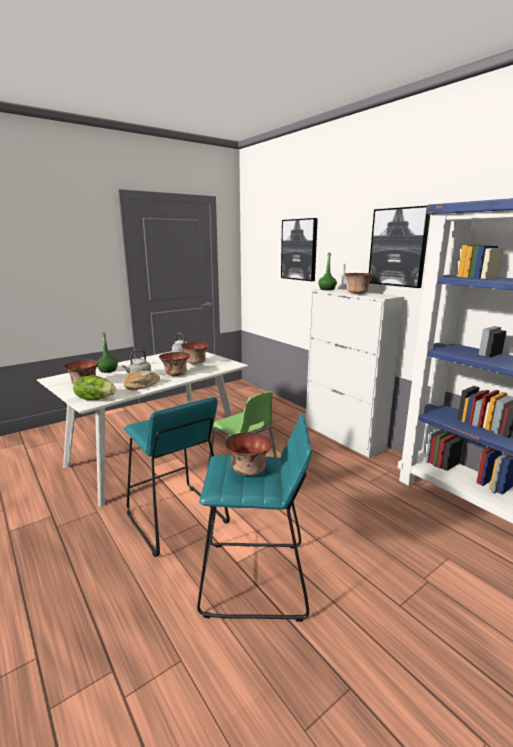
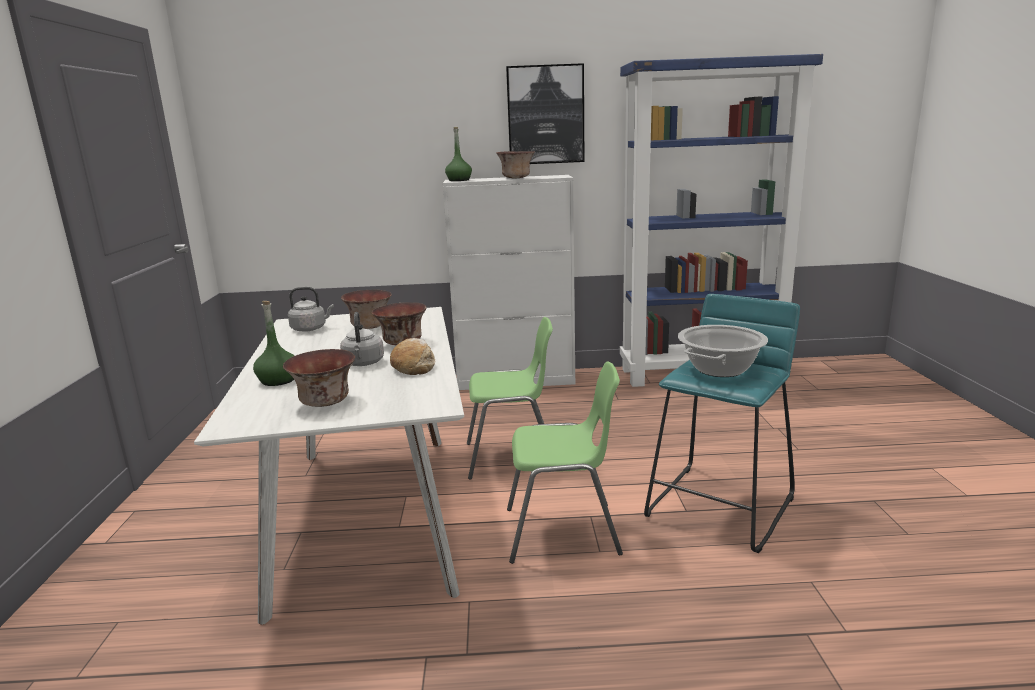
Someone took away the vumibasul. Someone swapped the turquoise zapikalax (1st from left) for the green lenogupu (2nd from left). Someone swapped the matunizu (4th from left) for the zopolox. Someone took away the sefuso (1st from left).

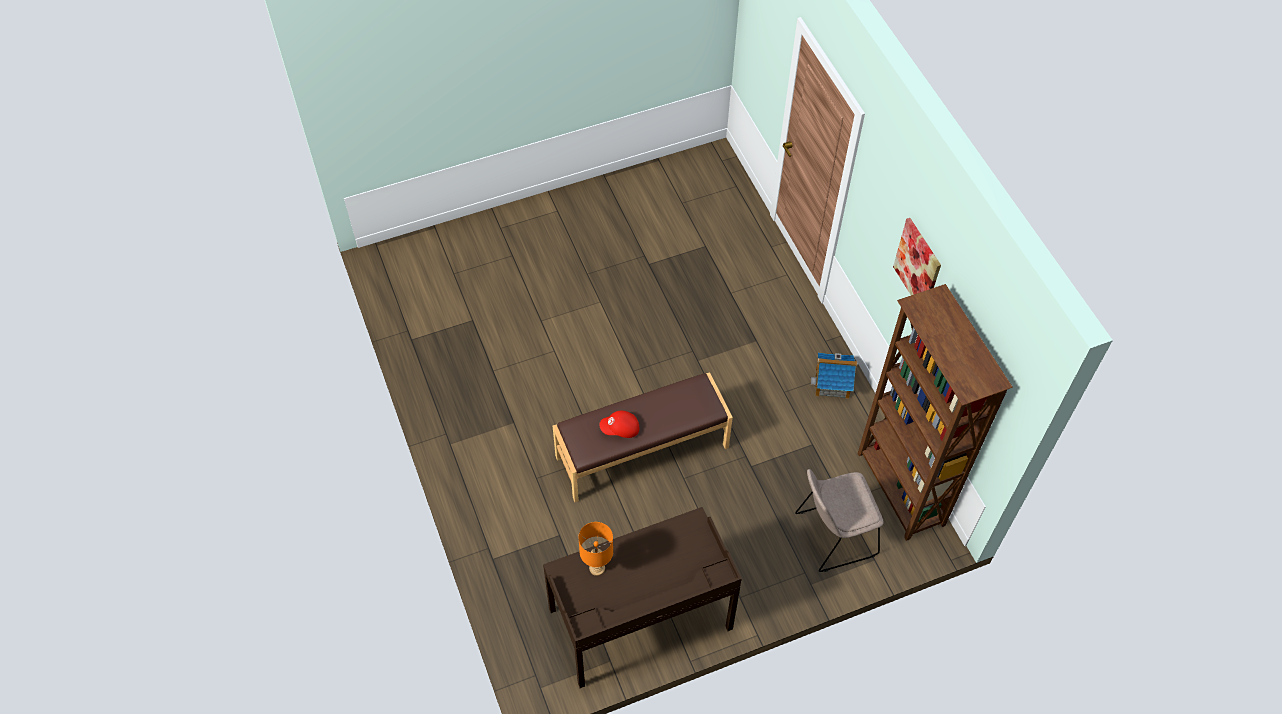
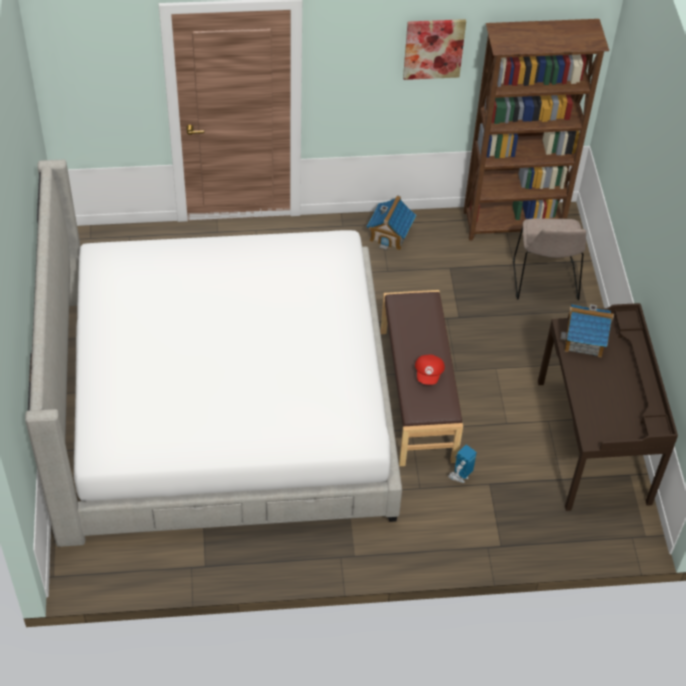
Someone took away the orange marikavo. Someone put down the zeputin. Someone put down the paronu. Someone put down the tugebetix (2nd from left).

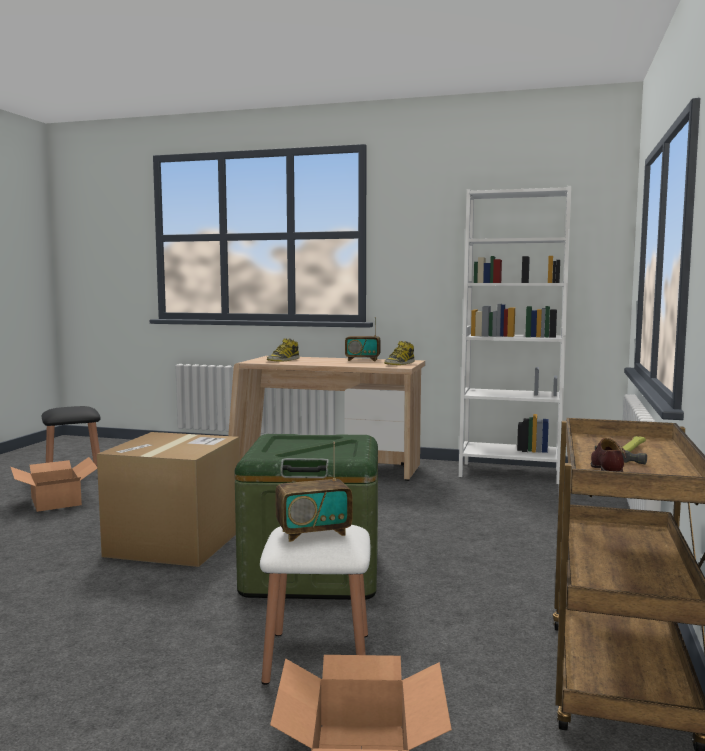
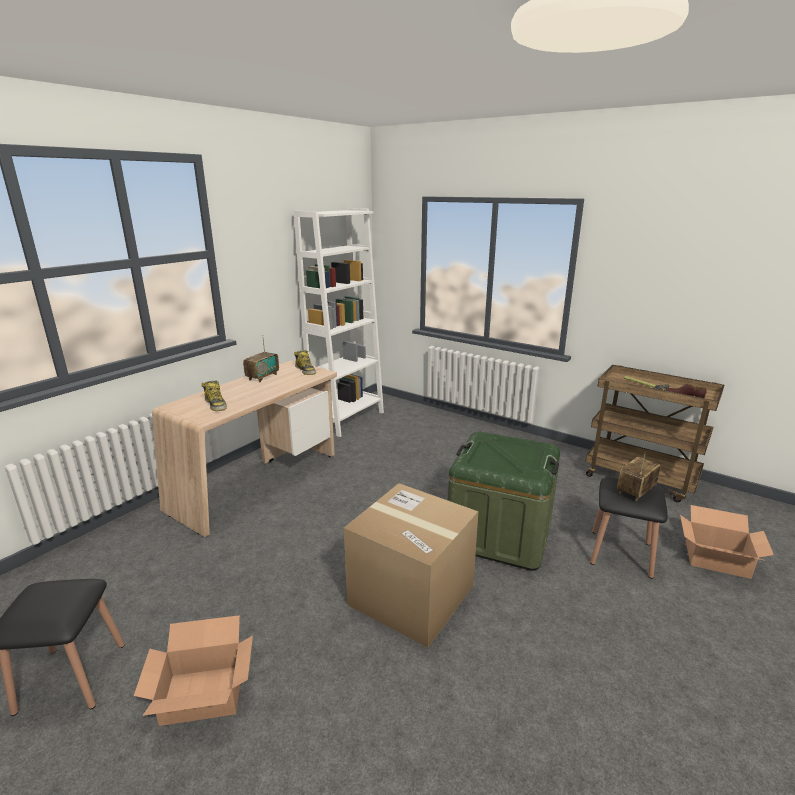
Someone repainted the white zapikalax, which became the black zapikalax (2nd from left). Someone rotated the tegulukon (1st from left in the first image) by 135 degrees counterclockwise.

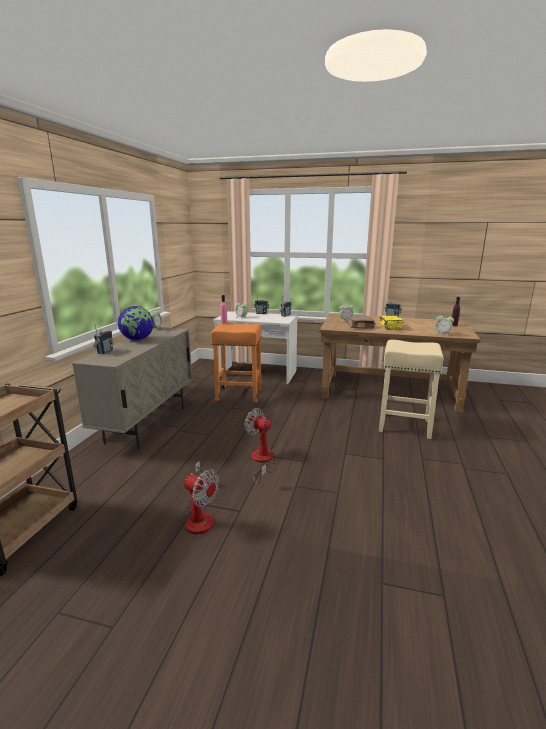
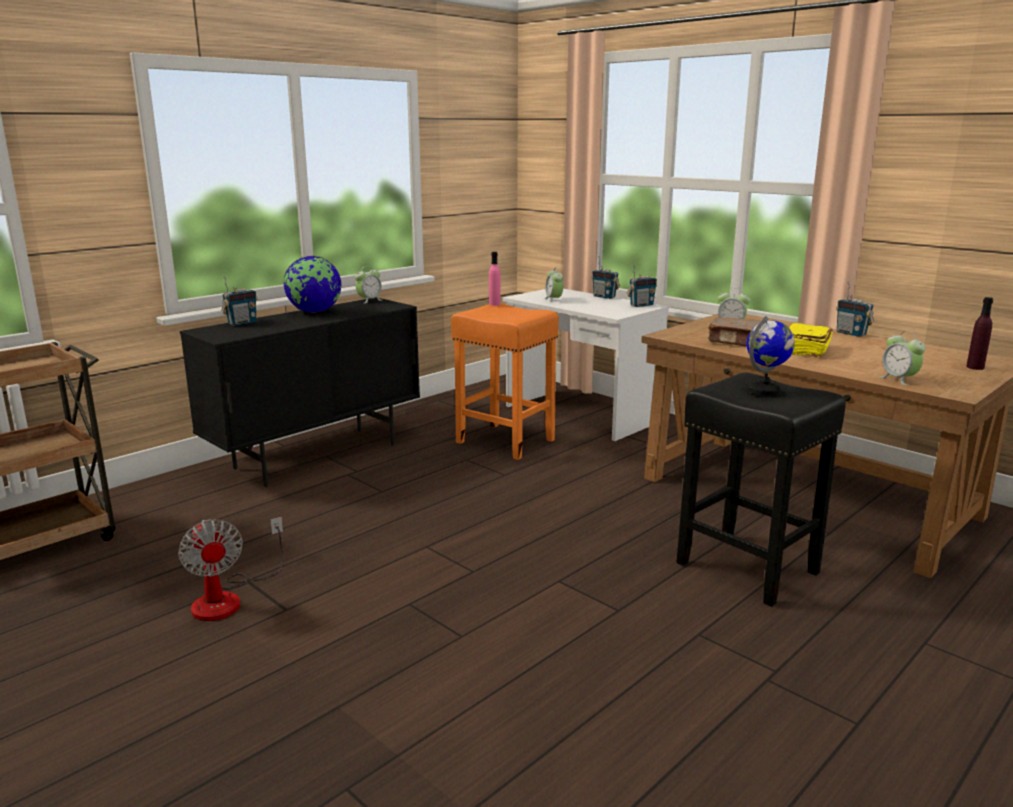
Someone repainted the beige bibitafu, which became the black bibitafu. Someone took away the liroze (2nd from left). Someone repainted the beige zapikalax, which became the black zapikalax. Someone put down the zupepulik (2nd from left).

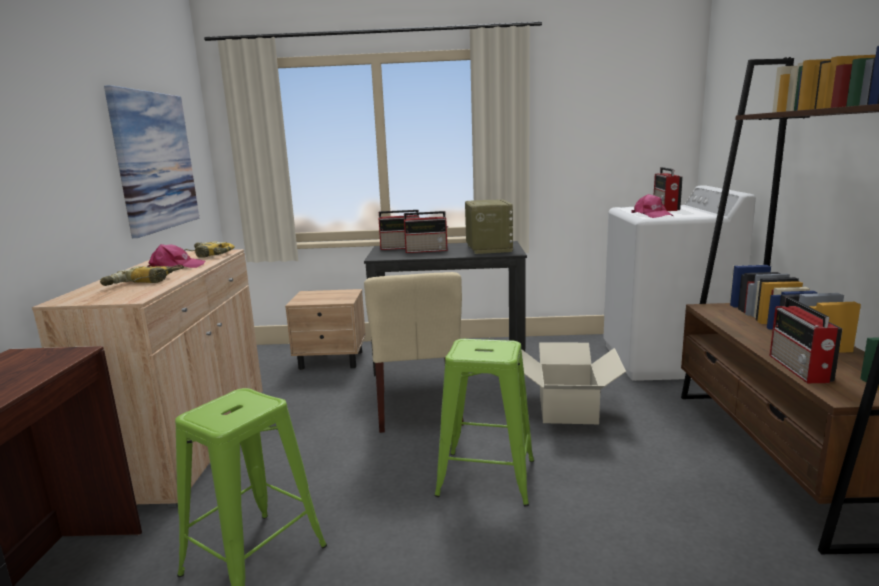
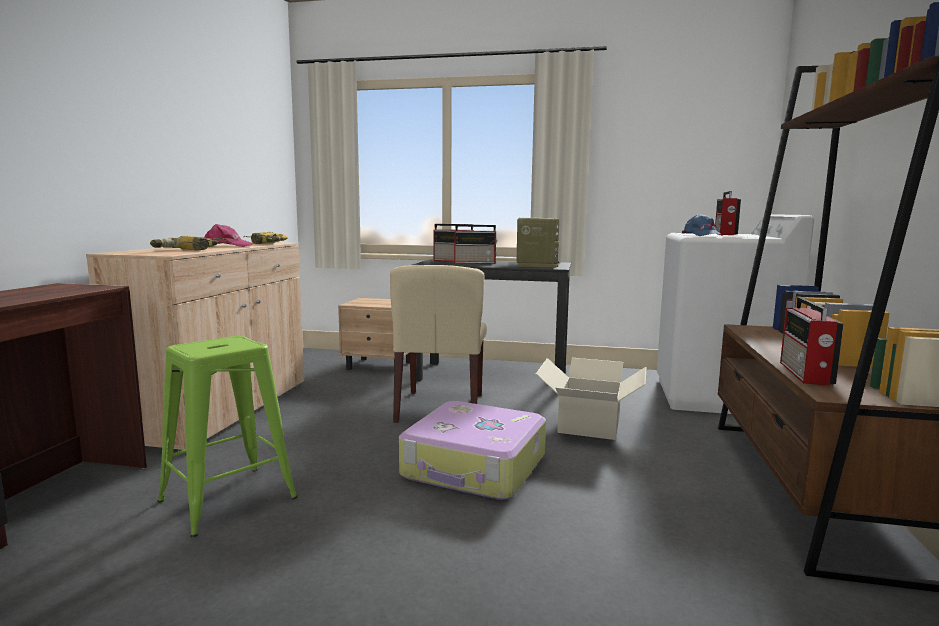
Someone took away the sefuso. Someone swapped the green zapikalax (2nd from left) for the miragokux. Someone repainted the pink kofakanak (2nd from left), which became the blue kofakanak.

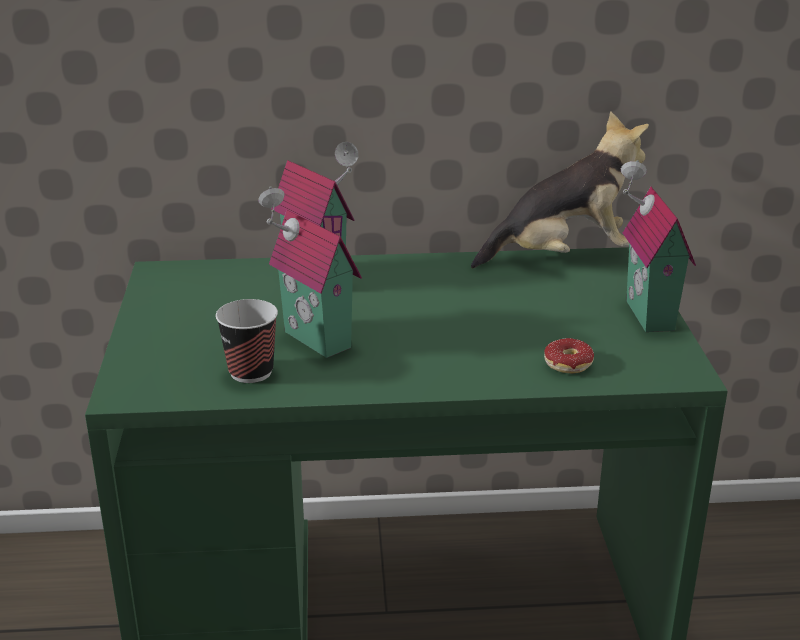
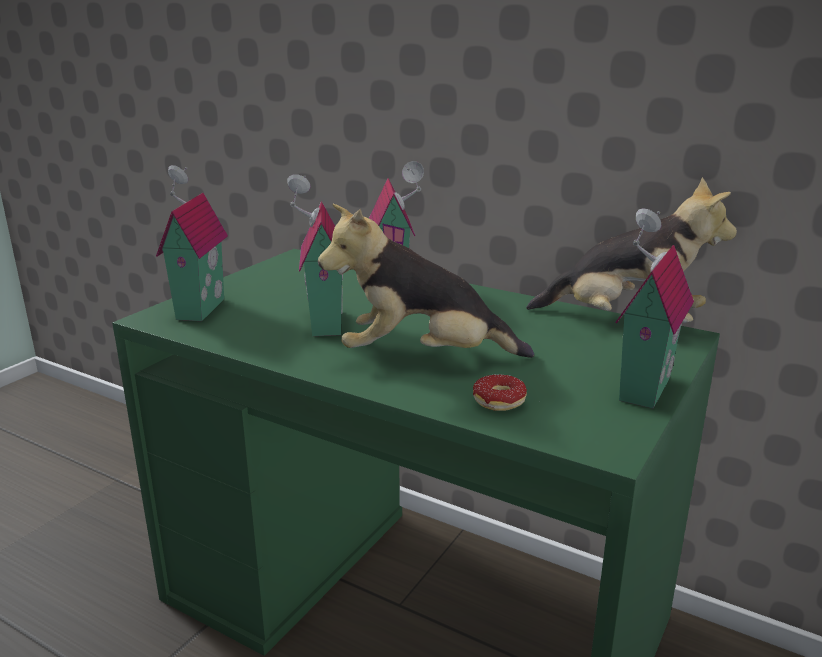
Someone took away the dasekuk. Someone put down the tugebetix (1st from left). Someone put down the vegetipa (1st from left).

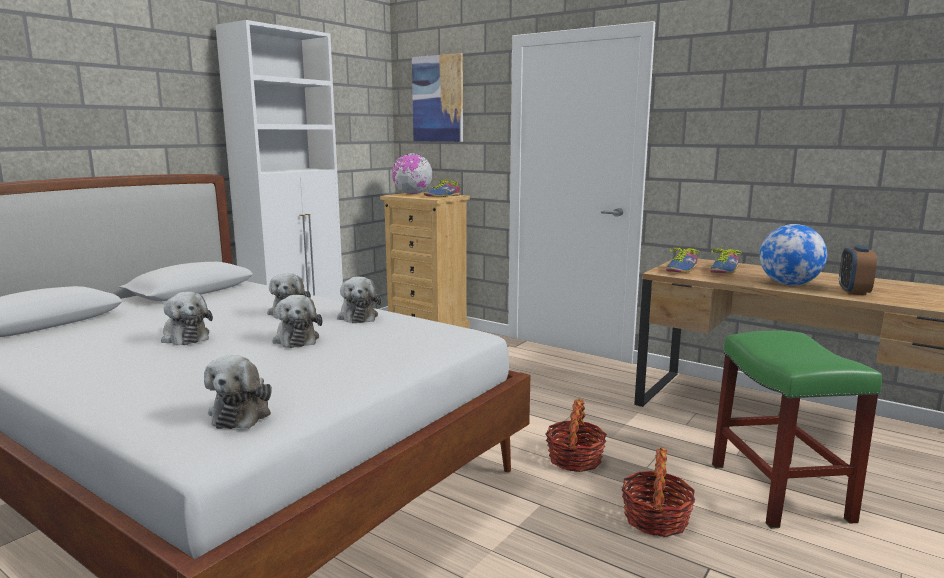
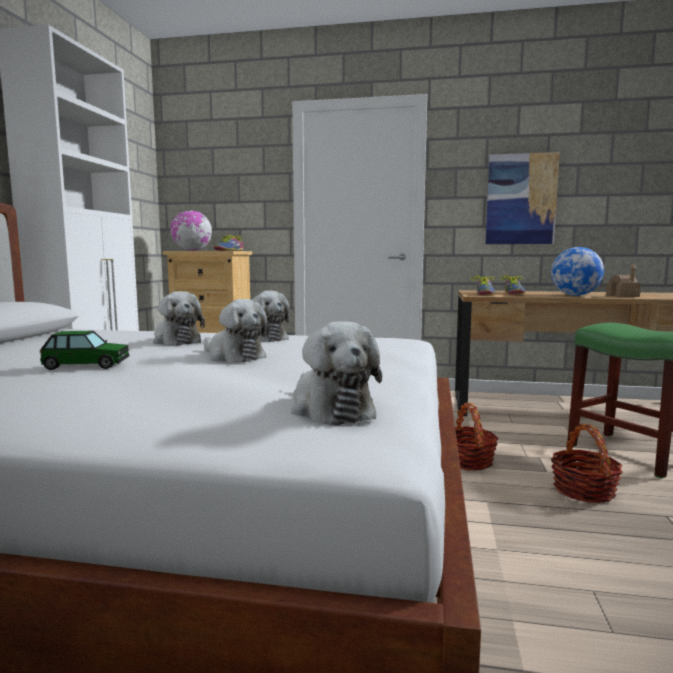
Someone swapped the vegetipa (1st from left) for the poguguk. Someone carried the sefuso. Someone swapped the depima for the tugebetix.

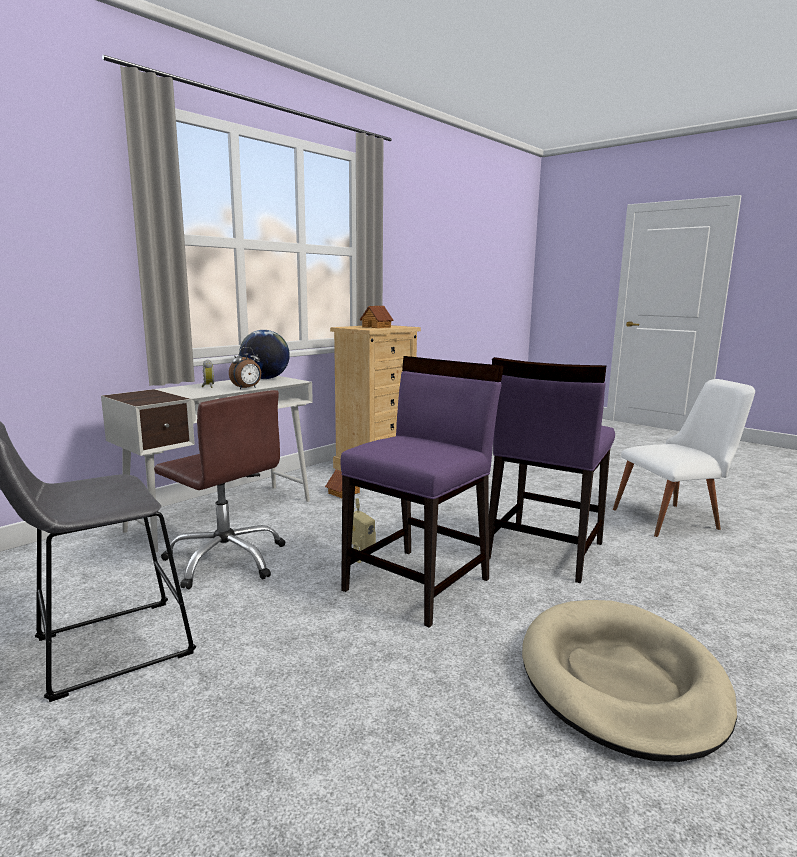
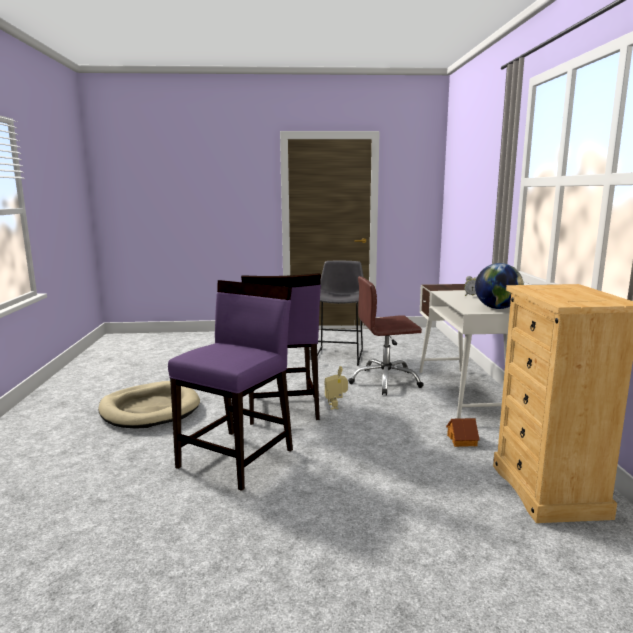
Someone took away the depima (2nd from left). Someone took away the tugebetix (2nd from left). Someone rotated the purple lenogupu (2nd from left in the first image) by 45 degrees clockwise. Someone took away the white lenogupu.

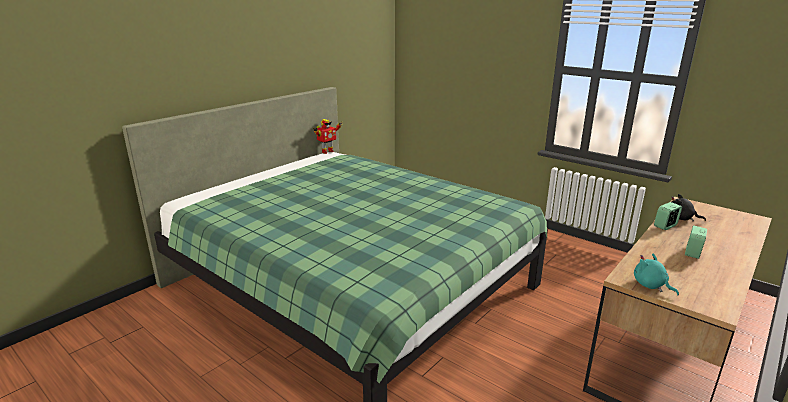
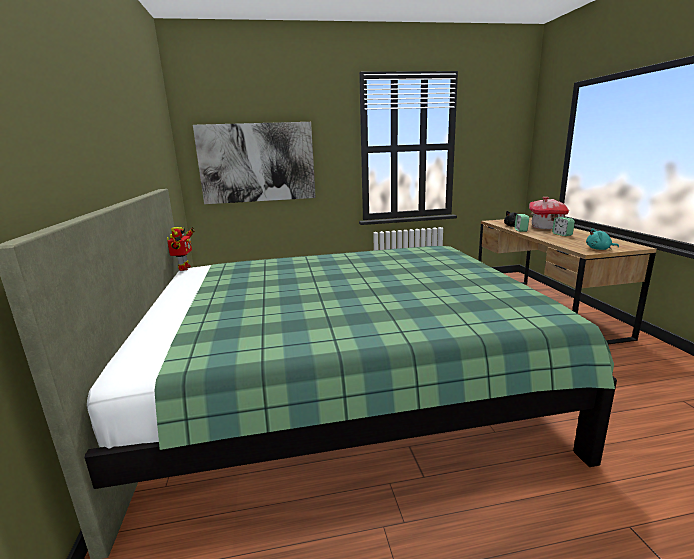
Someone put up the sefuso. Someone put down the tugebetix.

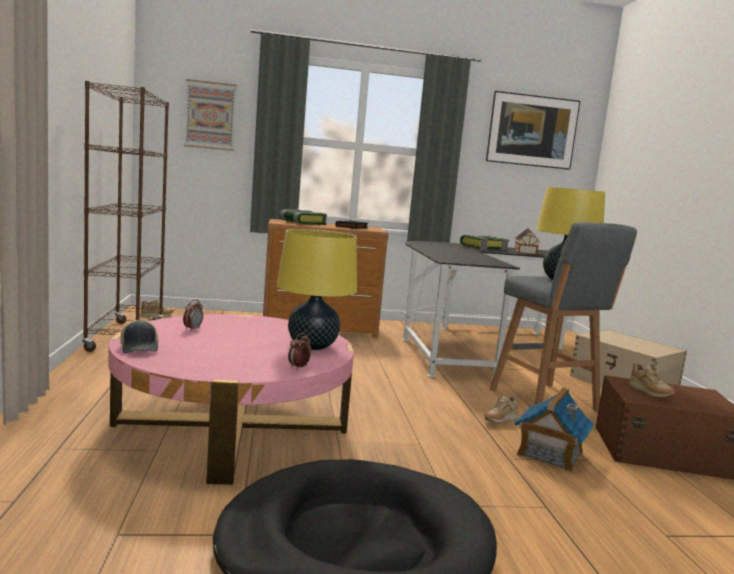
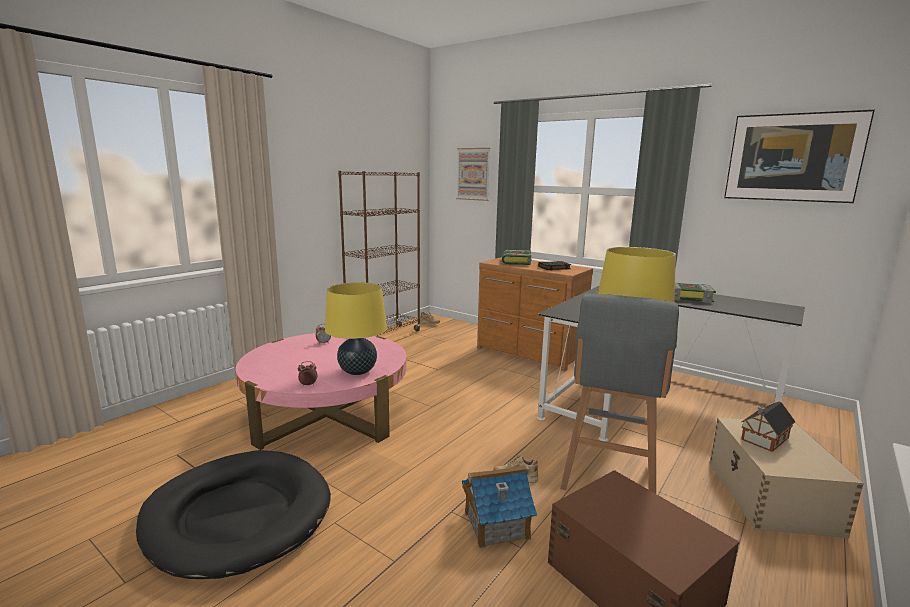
Someone took away the kofakanak. Someone carried the tugebetix (1st from left in the first image). Someone took away the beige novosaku (3rd from left).

